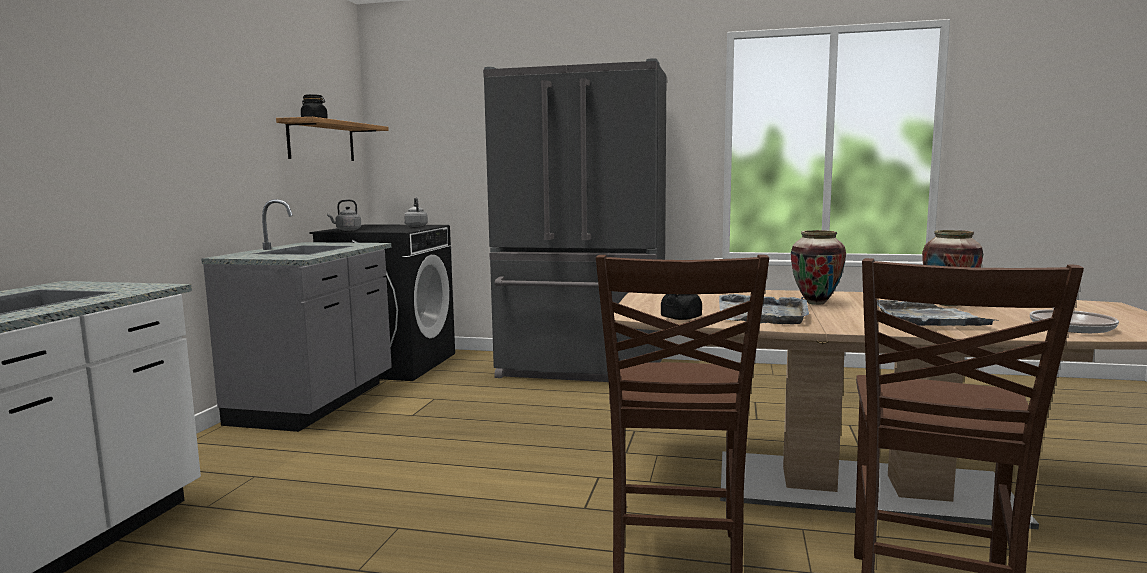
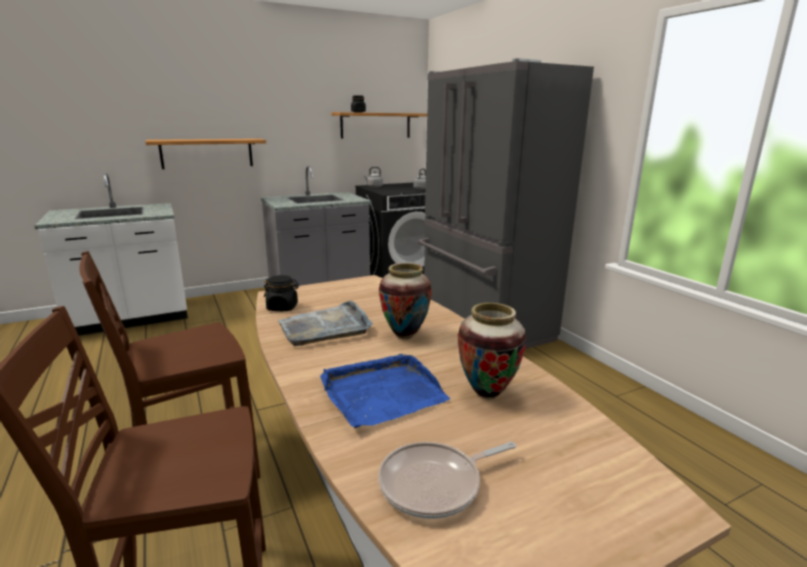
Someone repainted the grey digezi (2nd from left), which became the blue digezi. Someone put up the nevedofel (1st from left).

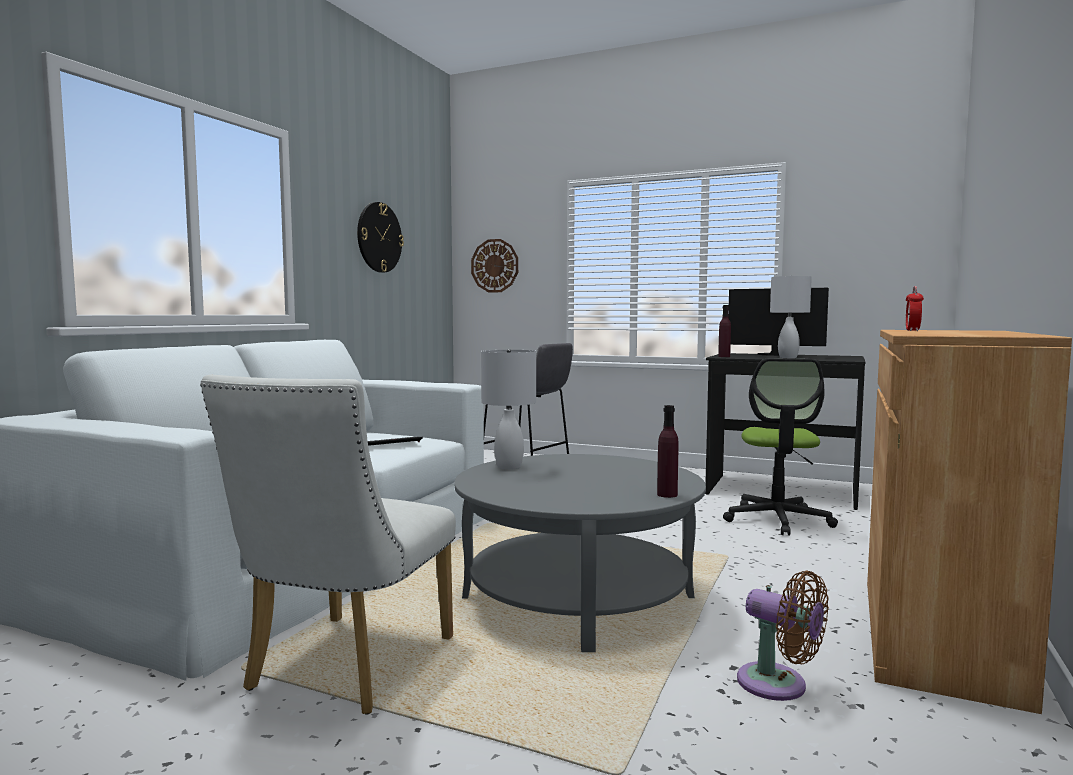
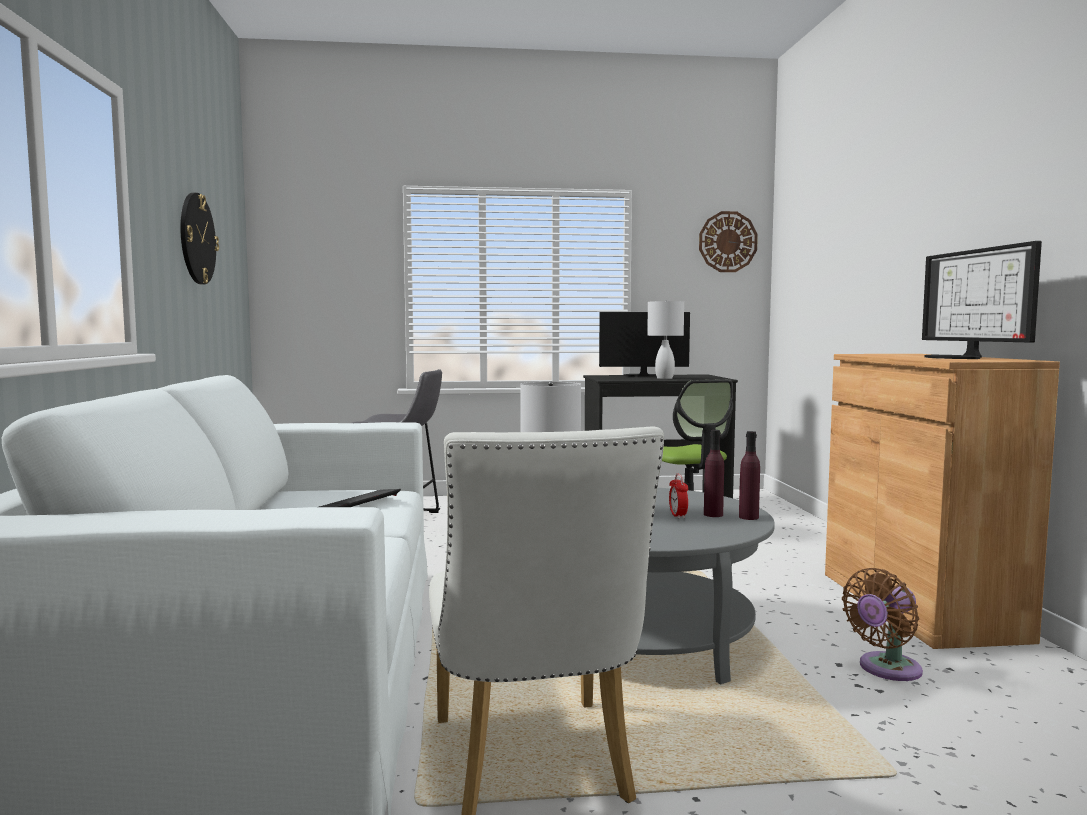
Someone carried the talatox (2nd from left). Someone carried the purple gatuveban (2nd from left in the first image). Someone rotated the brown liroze by 135 degrees clockwise. Someone carried the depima. Someone put down the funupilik (2nd from left).

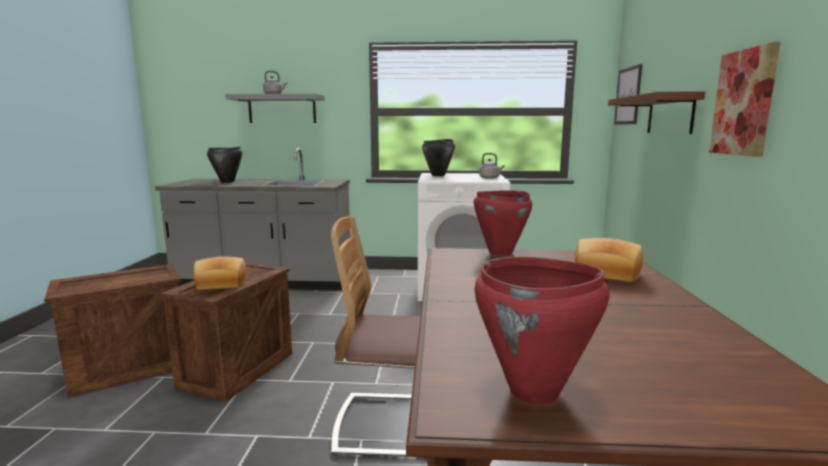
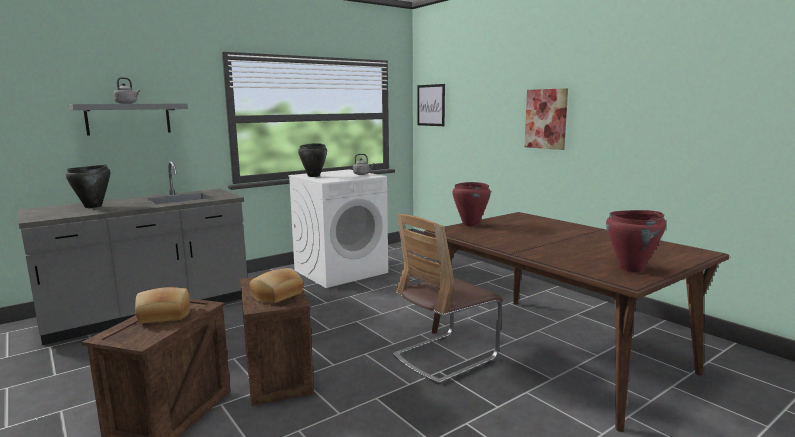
Someone carried the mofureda (2nd from left in the first image). Someone took away the brown nevedofel.

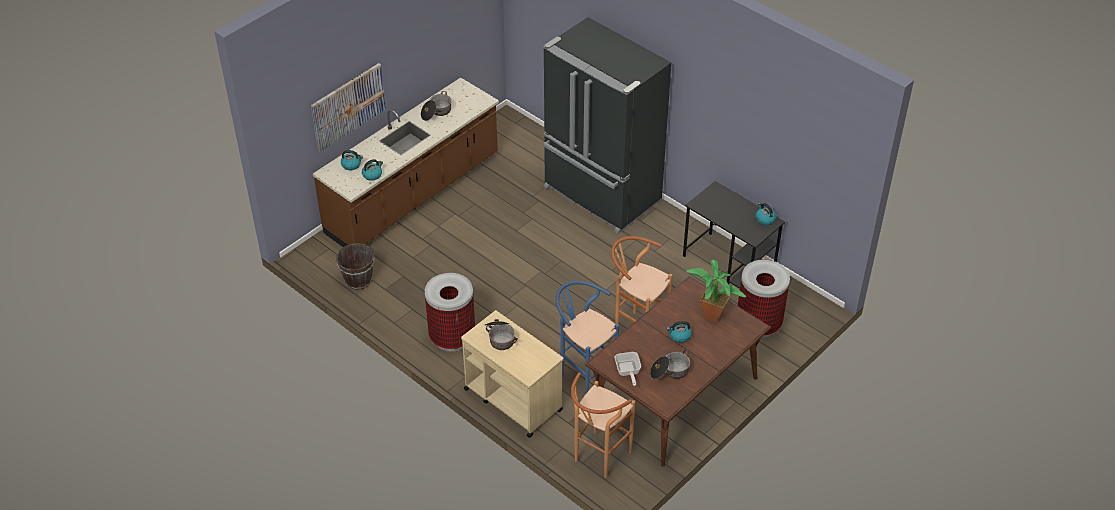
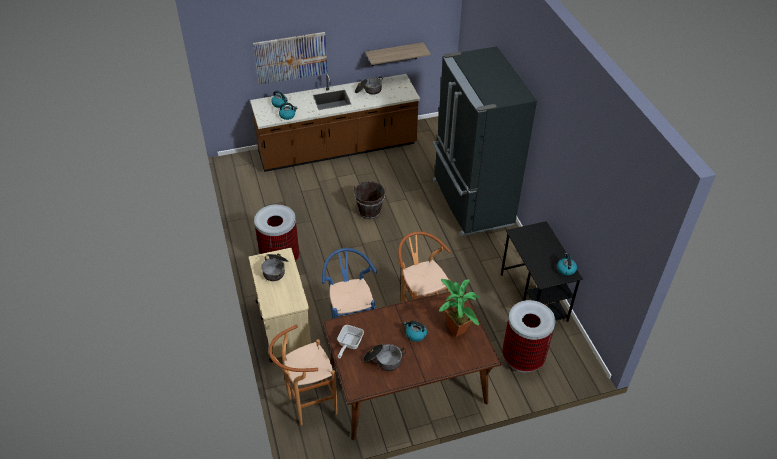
Someone carried the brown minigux. Someone put up the nevedofel.

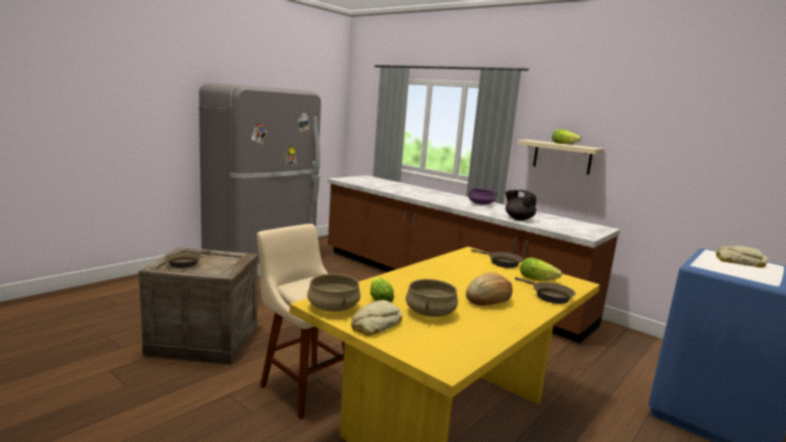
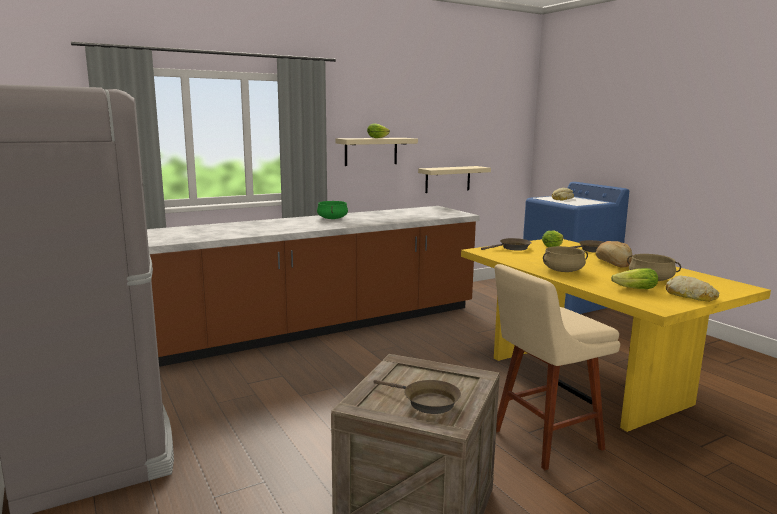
Someone carried the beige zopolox (1st from left). Someone repainted the purple zopolox, which became the green zopolox. Someone took away the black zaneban. Someone put up the beige nevedofel (2nd from left).

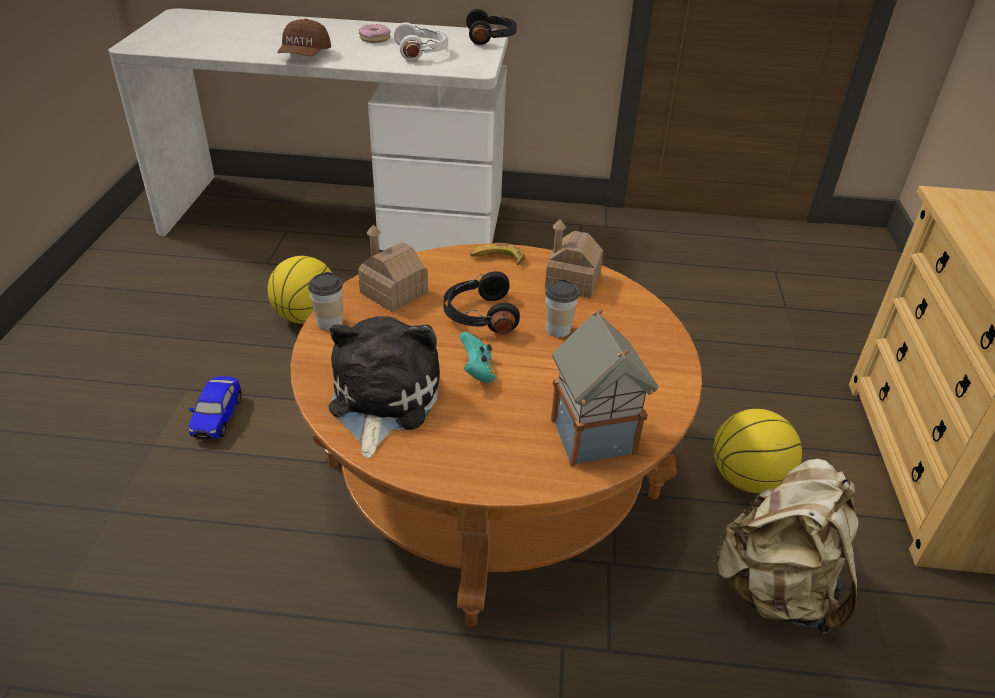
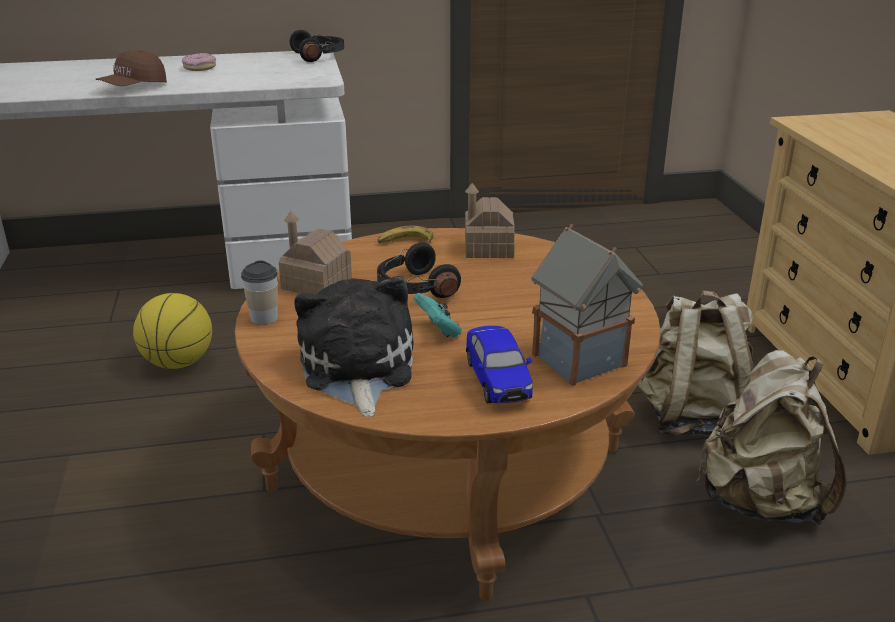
Someone carried the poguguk. Someone rotated the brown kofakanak by 45 degrees clockwise. Someone took away the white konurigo. Someone took away the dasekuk (2nd from left). Someone swapped the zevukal (2nd from left) for the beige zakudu (1st from left).

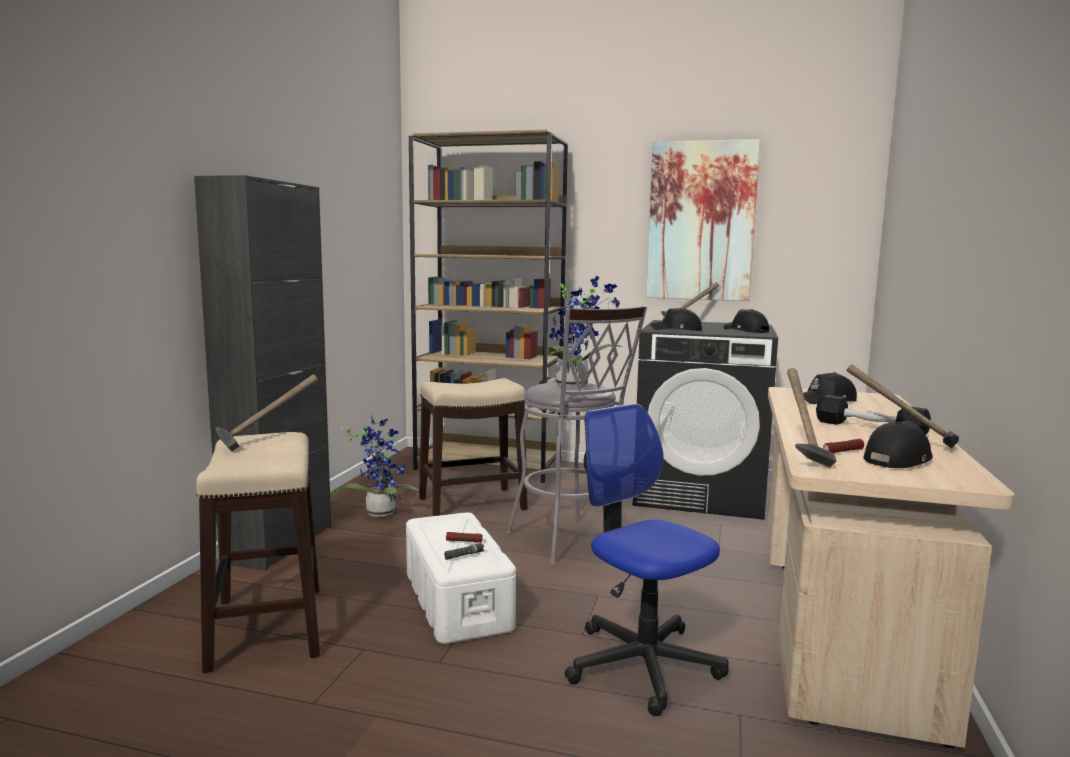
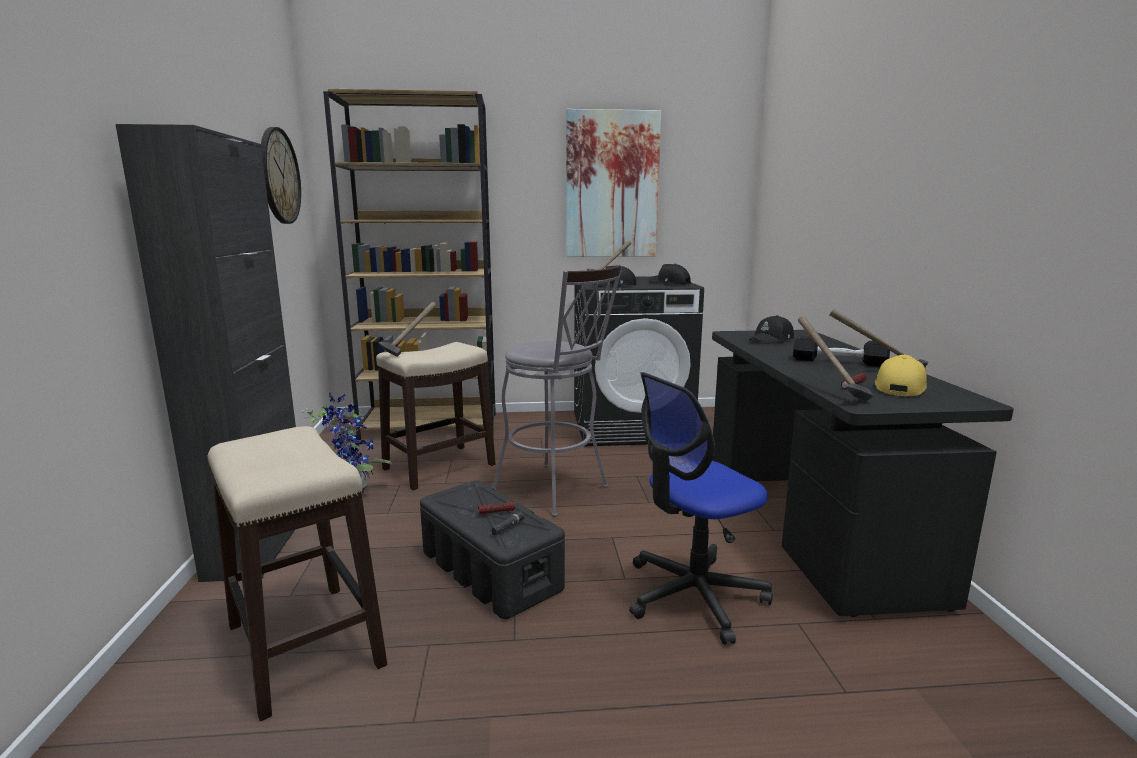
Someone carried the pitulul (1st from left). Someone repainted the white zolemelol, which became the black zolemelol. Someone took away the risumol (2nd from left). Someone rotated the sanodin by 60 degrees counterclockwise. Someone repainted the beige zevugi, which became the black zevugi. Someone repainted the black kofakanak (4th from left), which became the yellow kofakanak. Someone put up the talatox.

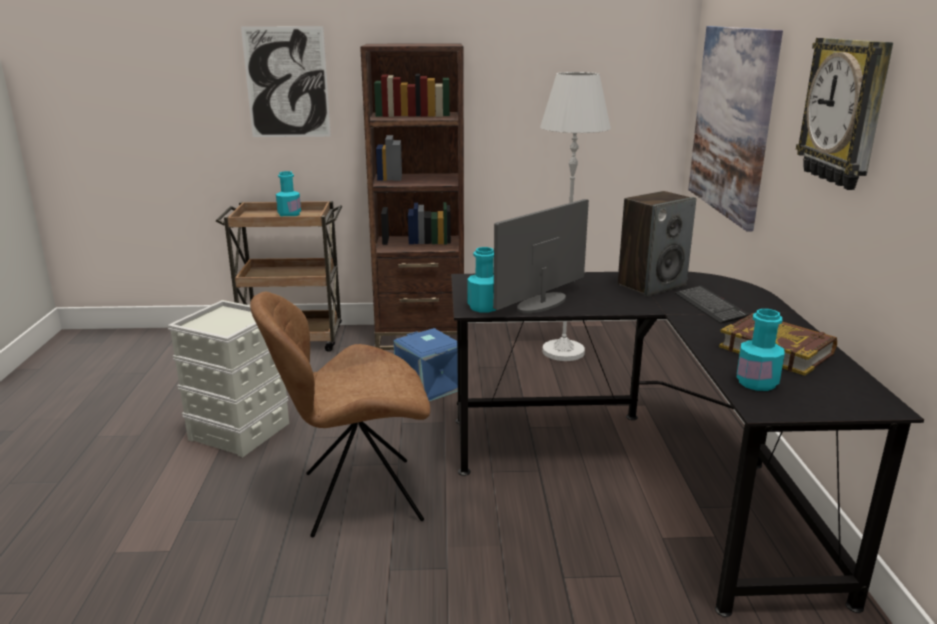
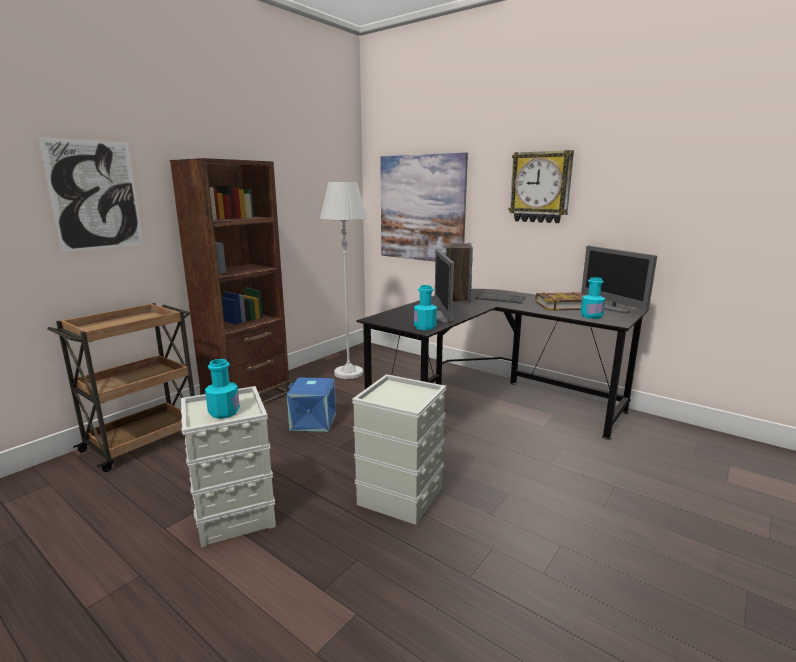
Someone swapped the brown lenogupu for the grey zolemelol (2nd from left). Someone carried the turquoise gatuveban (1st from left). Someone put down the funupilik (2nd from left).

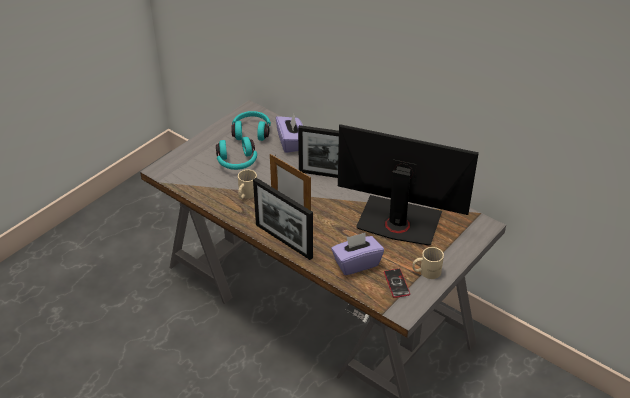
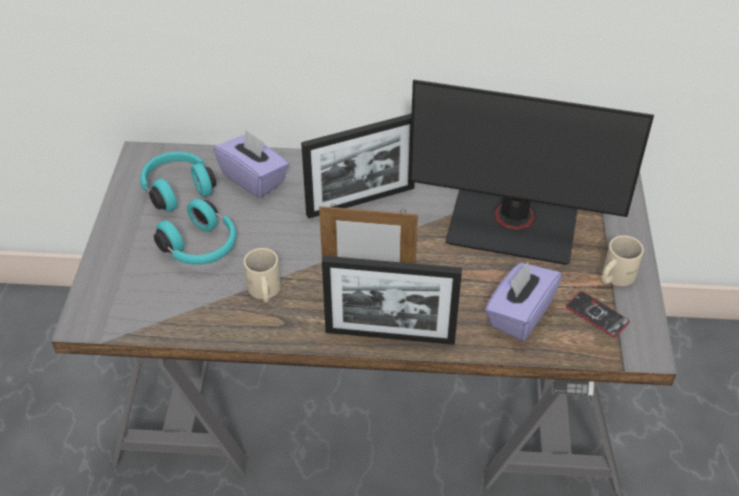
Someone rotated the funupilik by 150 degrees counterclockwise.

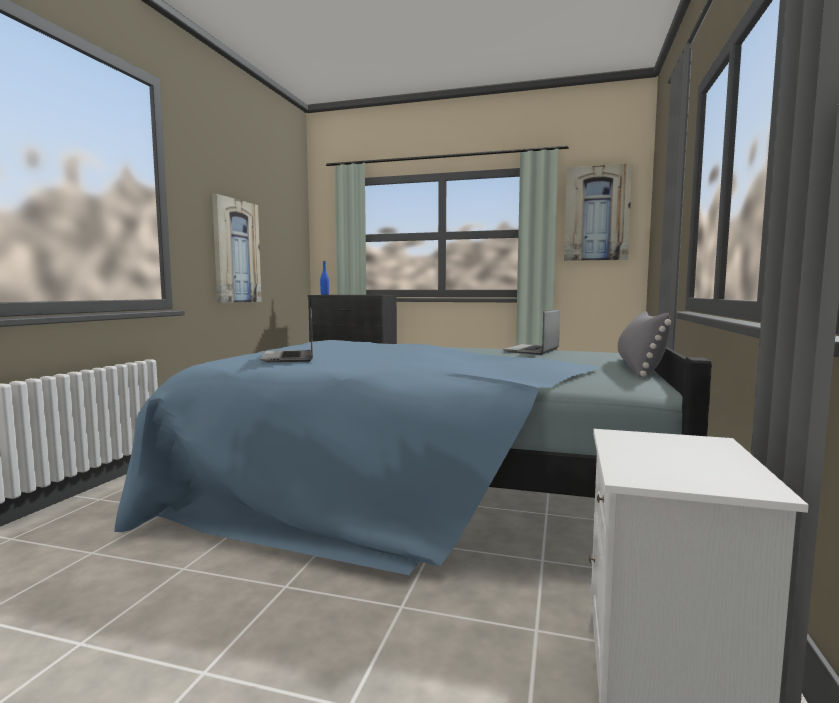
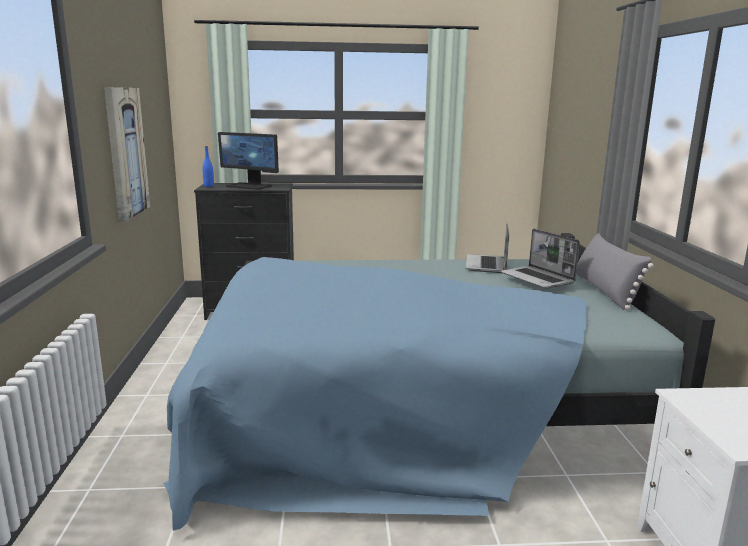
Someone carried the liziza (1st from left in the first image). Someone took away the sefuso (2nd from left). Someone put down the funupilik.

